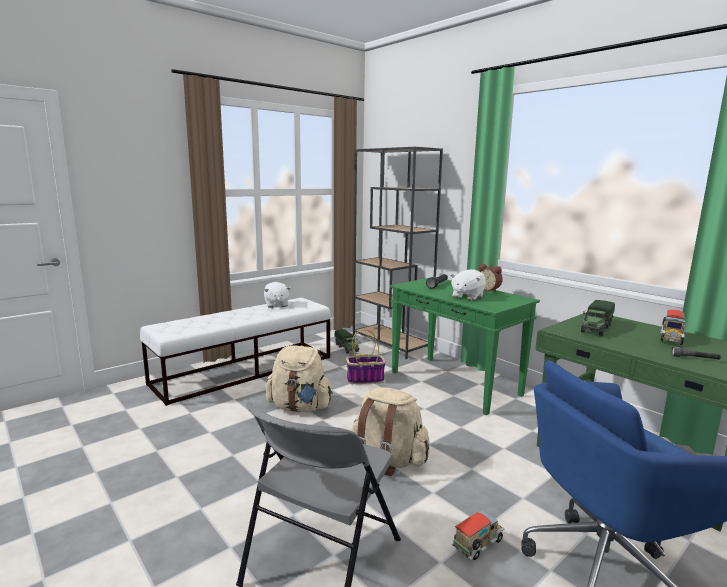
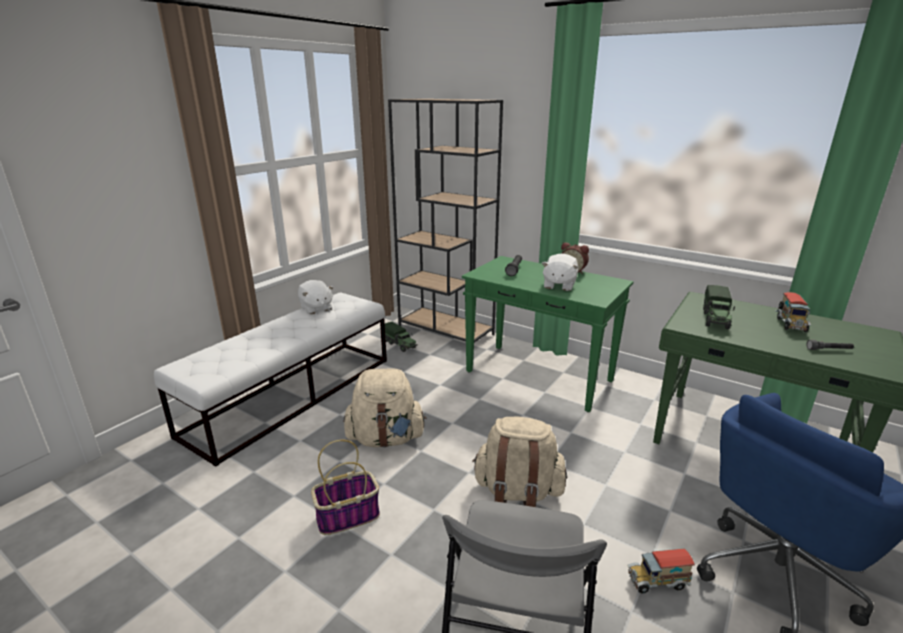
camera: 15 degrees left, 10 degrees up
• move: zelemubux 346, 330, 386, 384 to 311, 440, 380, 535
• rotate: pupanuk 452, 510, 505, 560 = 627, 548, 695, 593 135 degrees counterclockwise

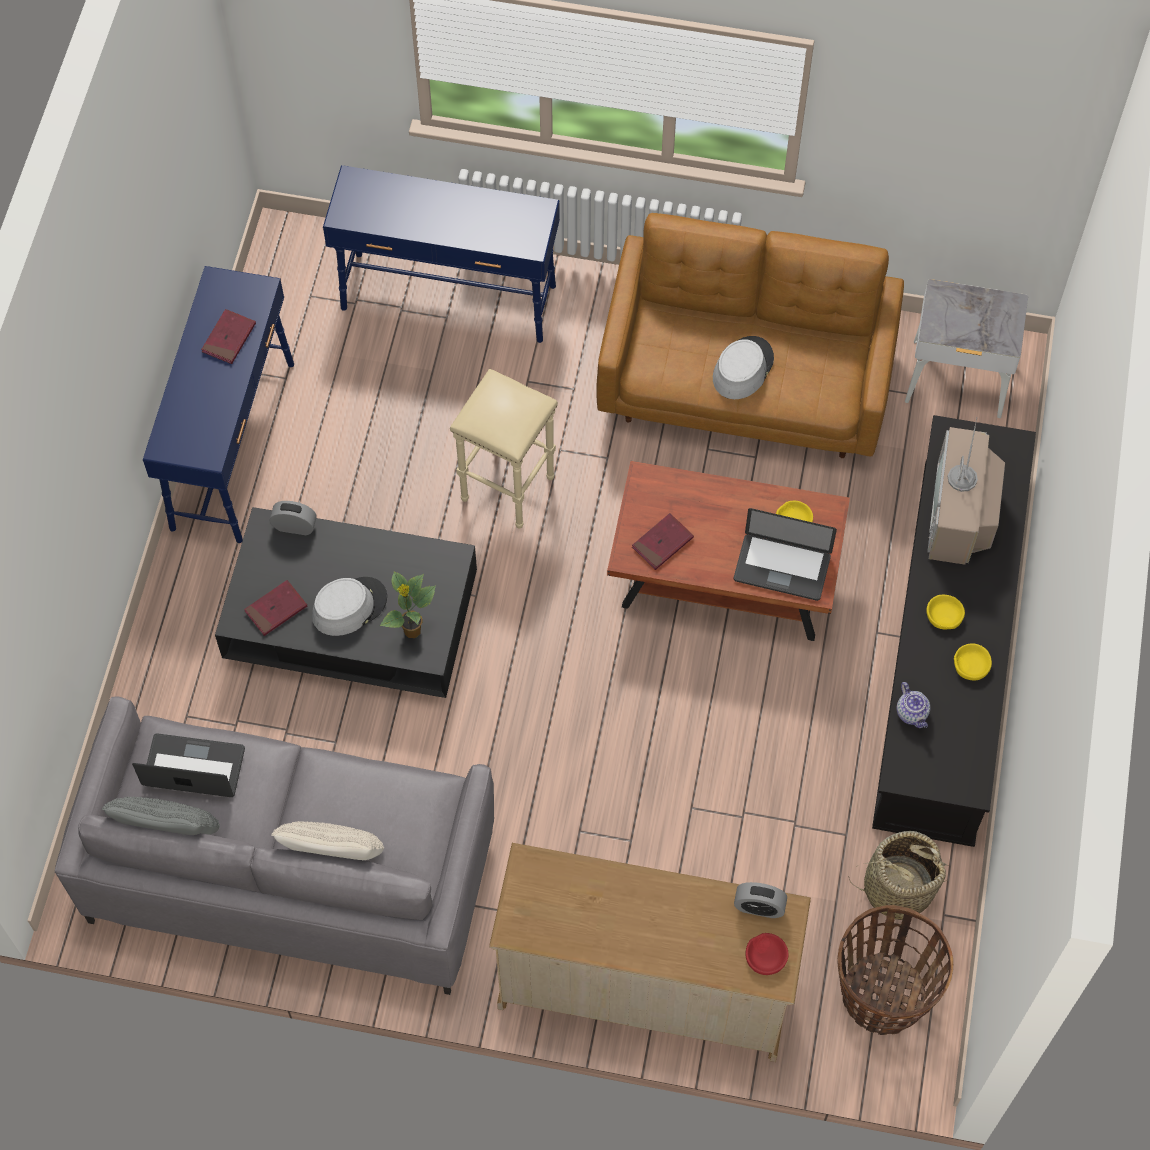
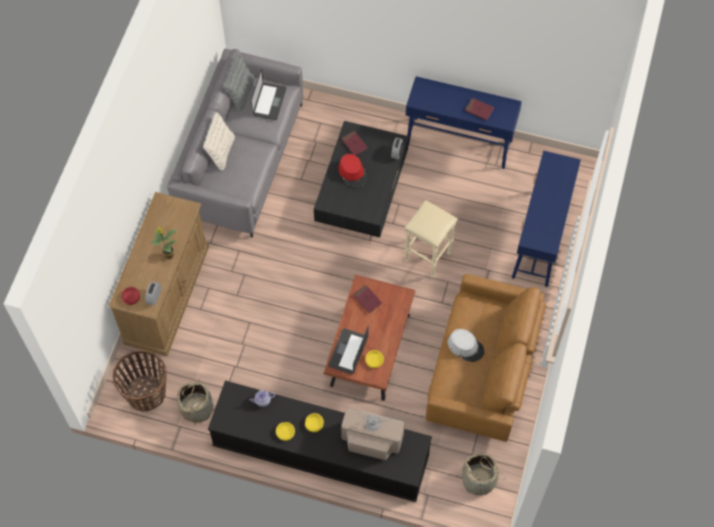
camera: 95 degrees right, 0 degrees up
• replace: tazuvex 905, 279, 1028, 418 to zelemubux 458, 453, 501, 495
• move: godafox 379, 571, 436, 638 to 151, 227, 178, 259
• recolor: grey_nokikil 312, 577, 387, 636 to red_nokikil 338, 154, 367, 187

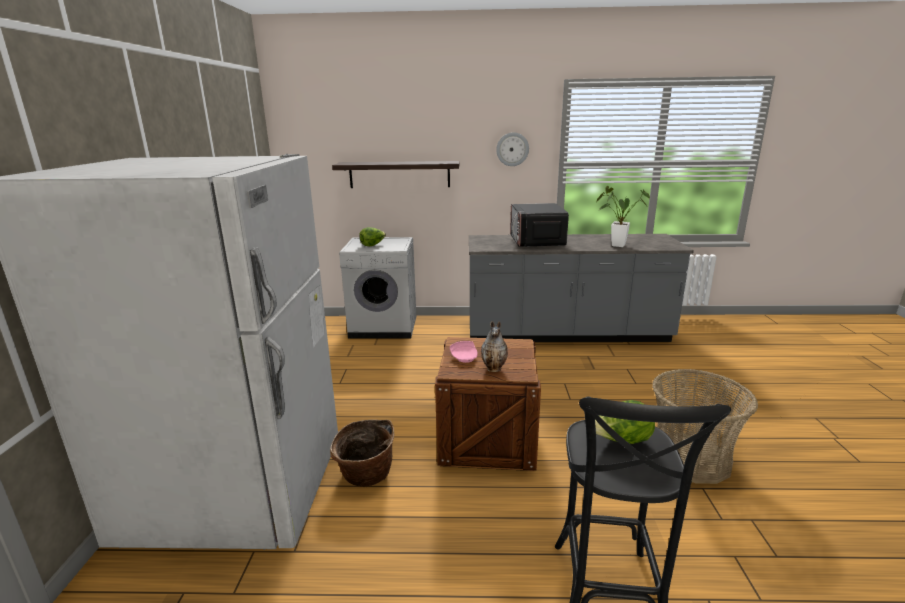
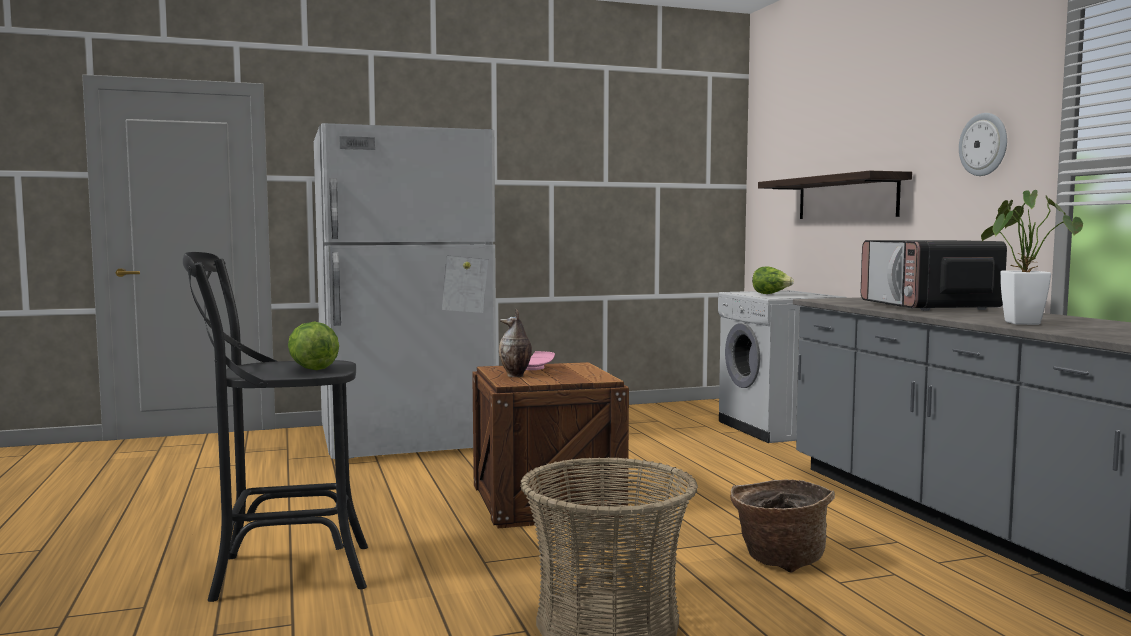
camera: 70 degrees right, 15 degrees down
• rotate: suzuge 510, 203, 569, 247 = 861, 240, 1007, 311 75 degrees counterclockwise
• move: zelemubux 330, 420, 395, 487 to 731, 479, 835, 573

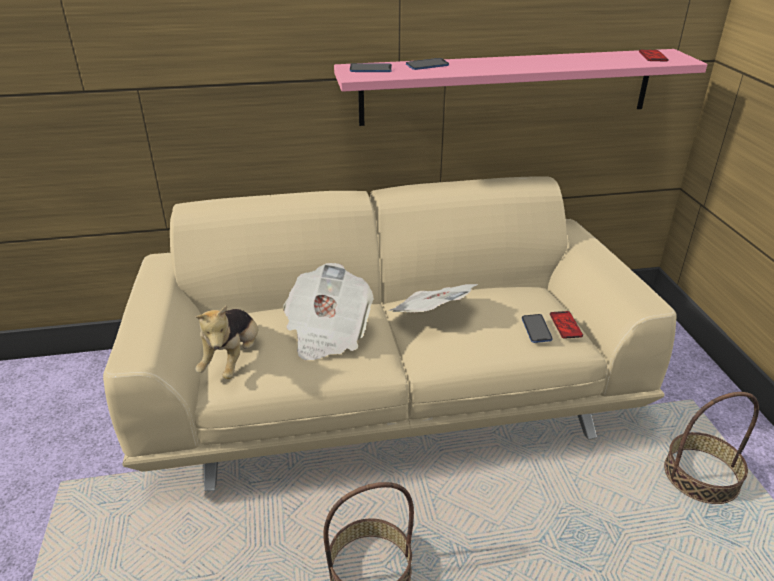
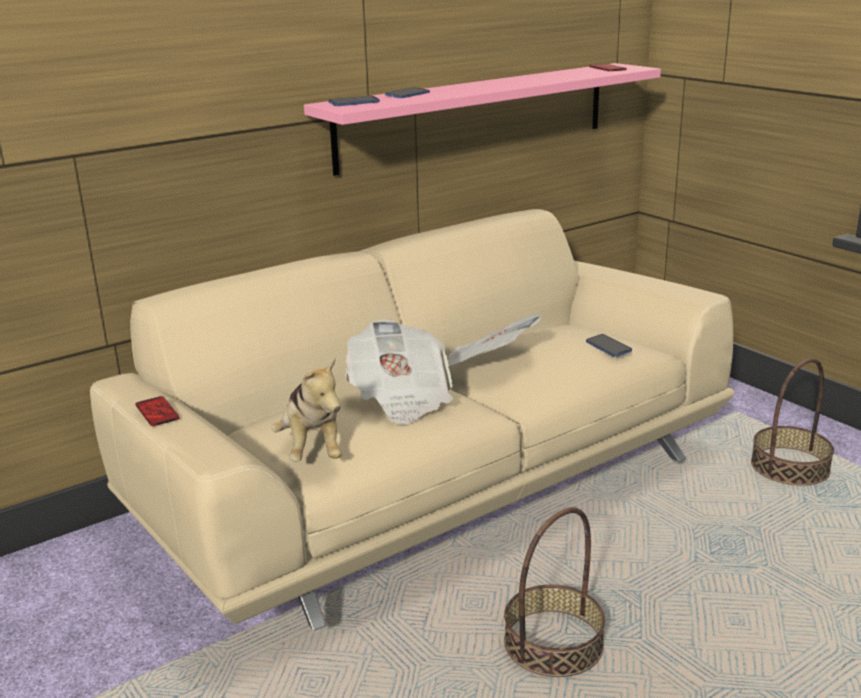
camera: 25 degrees left, 10 degrees down
• move: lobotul 550, 311, 583, 339 to 136, 396, 180, 426

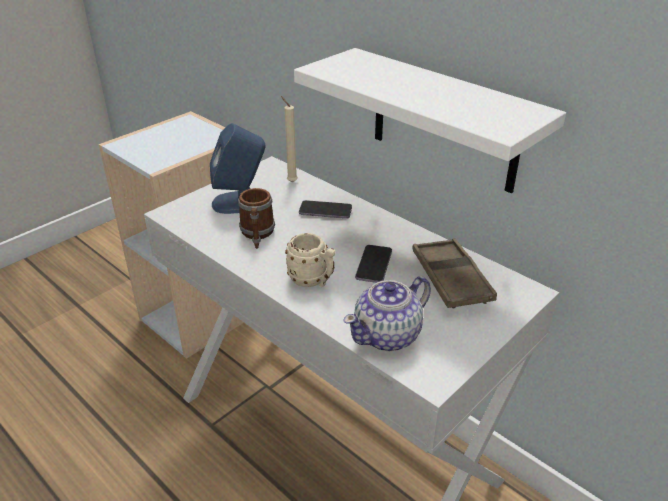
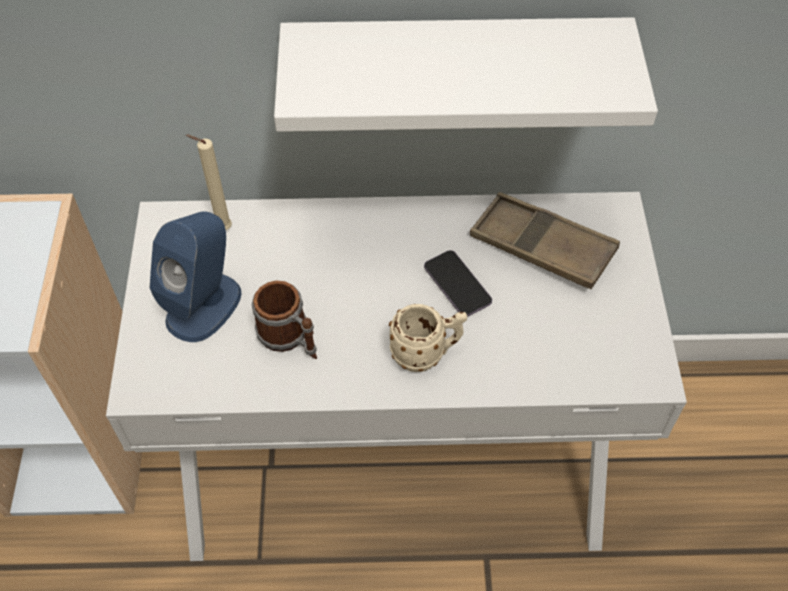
camera: 45 degrees left, 20 degrees up
• delete: lobotul 299, 200, 352, 219
• delete: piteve 343, 276, 431, 351

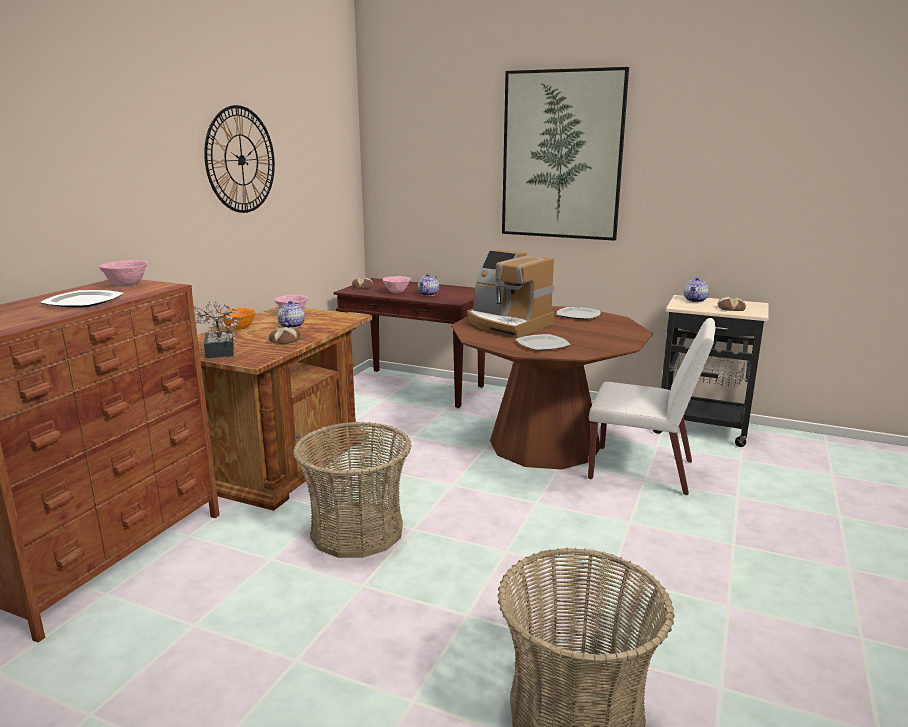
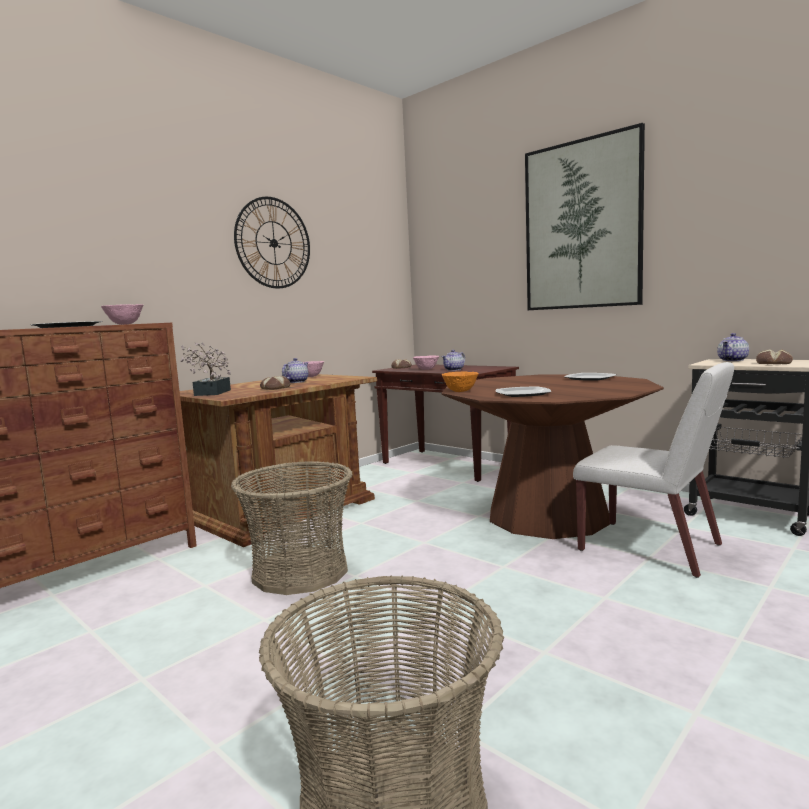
camera: 20 degrees right, 10 degrees down
• delete: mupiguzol 467, 250, 554, 338
• move: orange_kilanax 220, 308, 256, 330 to 442, 372, 479, 392

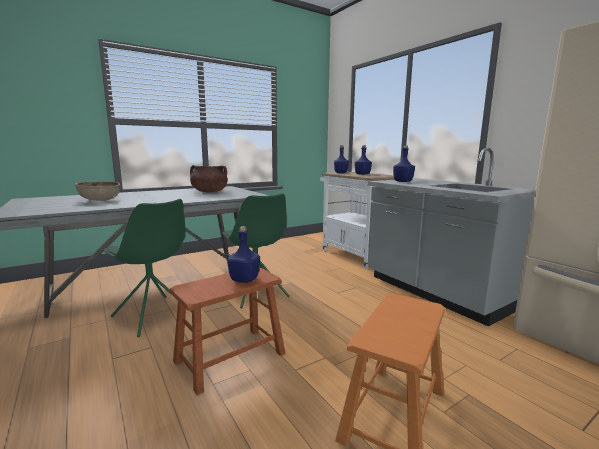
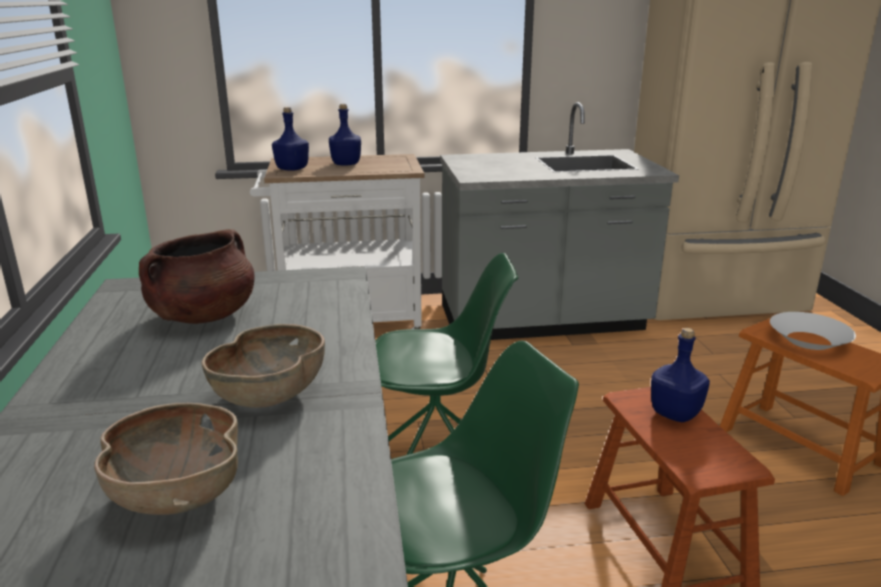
camera: 65 degrees left, 10 degrees up
• delete: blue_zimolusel 393, 145, 415, 182
• insert: white_kilanax 770, 312, 856, 350
• insert: brown_kilanax 202, 324, 325, 408

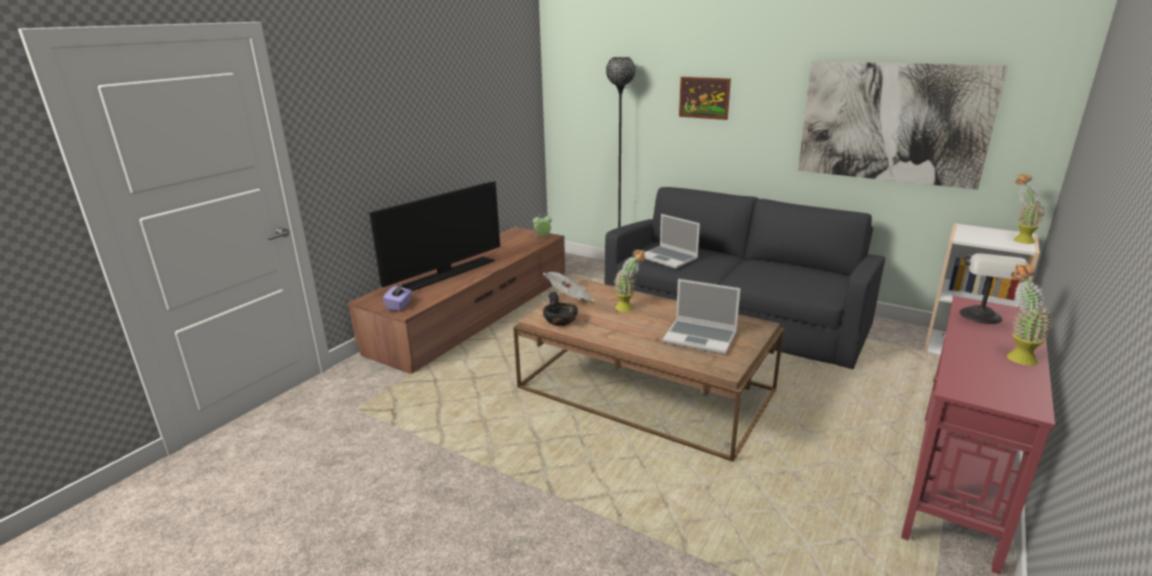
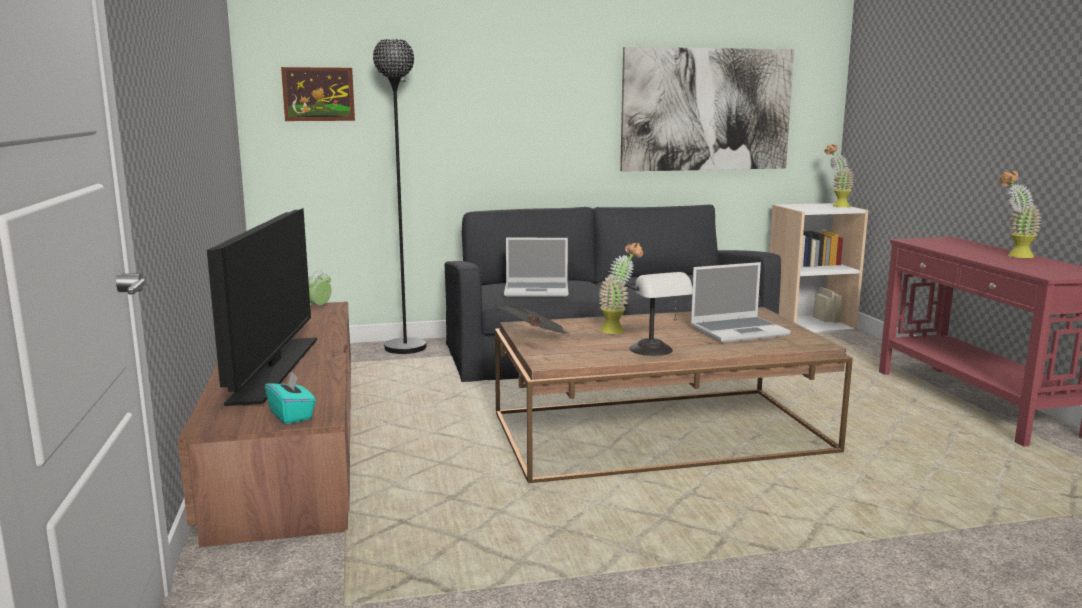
camera: 45 degrees left, 10 degrees down
• move: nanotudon 679, 77, 731, 120 to 281, 67, 355, 121
• move: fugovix 959, 253, 1029, 324 to 625, 272, 693, 356
• recolor: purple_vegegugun 383, 284, 412, 311 to turquoise_vegegugun 265, 371, 316, 424
• delete: black_kilanax 543, 292, 578, 326

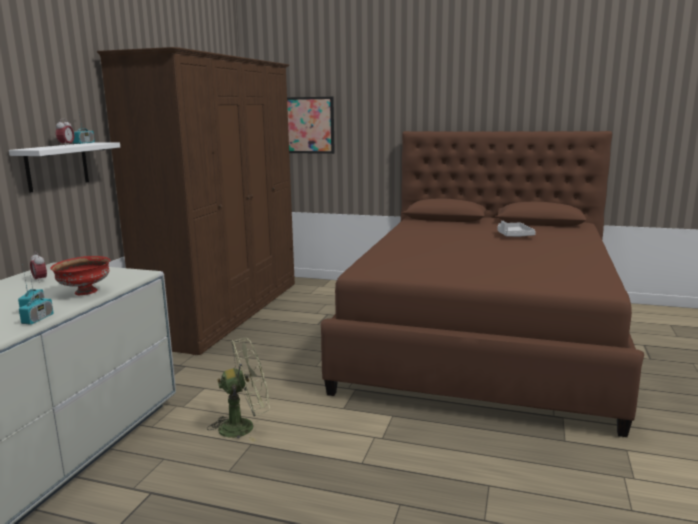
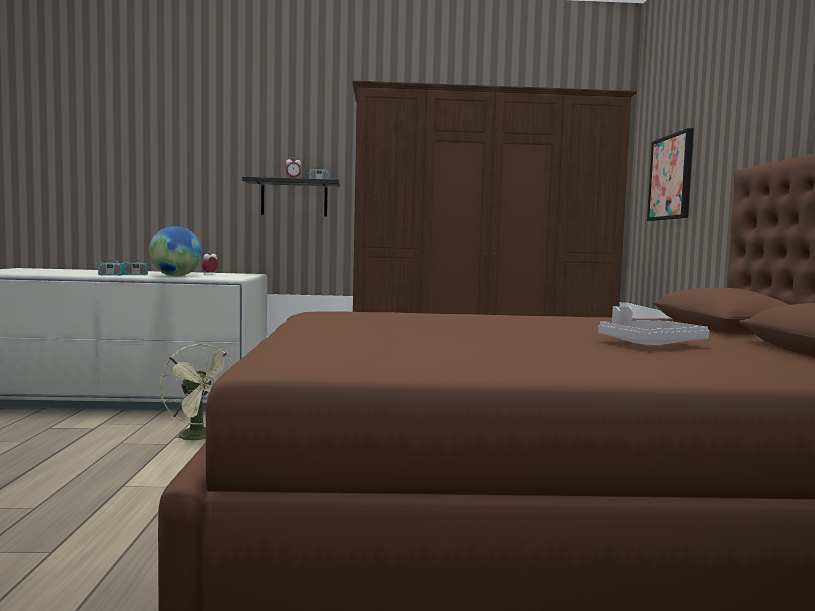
camera: 70 degrees right, 10 degrees down
• recolor: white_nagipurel 9, 142, 120, 193 to black_nagipurel 242, 177, 341, 217
• replace: red_kilanax 50, 256, 110, 295 to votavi 149, 226, 202, 276

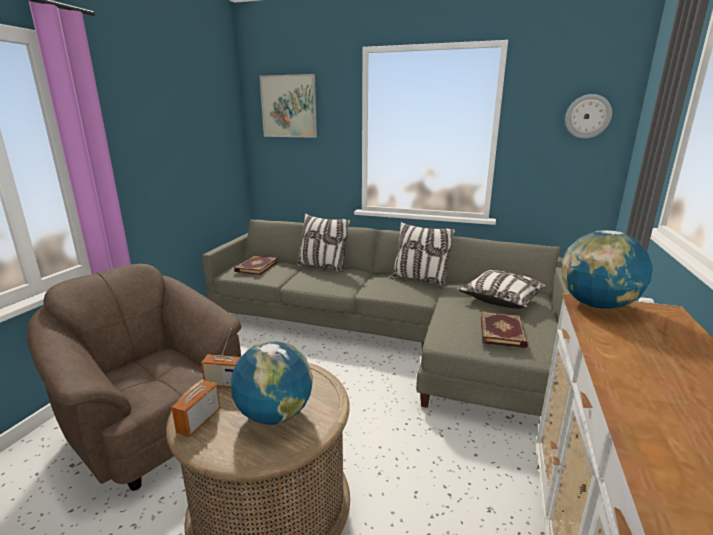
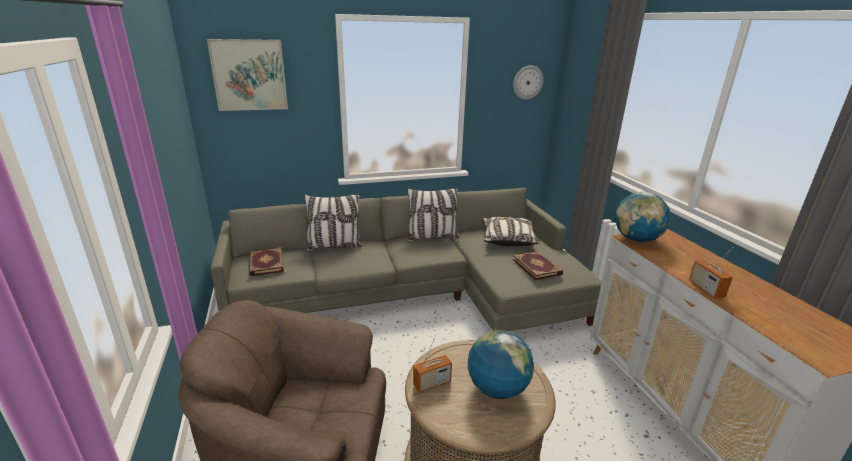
camera: 35 degrees left, 5 degrees up
• move: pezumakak 171, 370, 220, 437 to 689, 247, 733, 298

